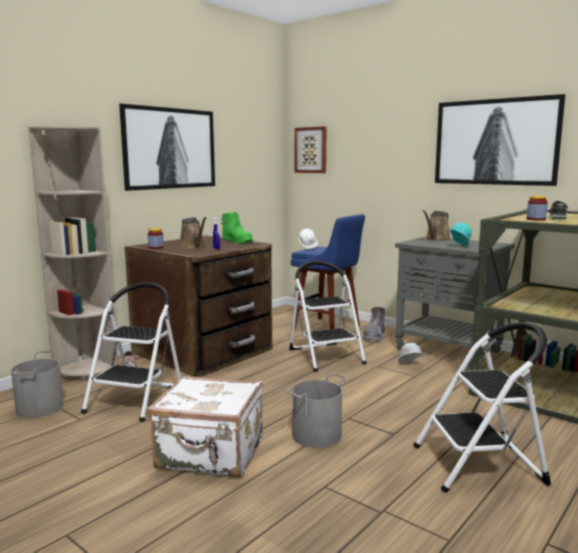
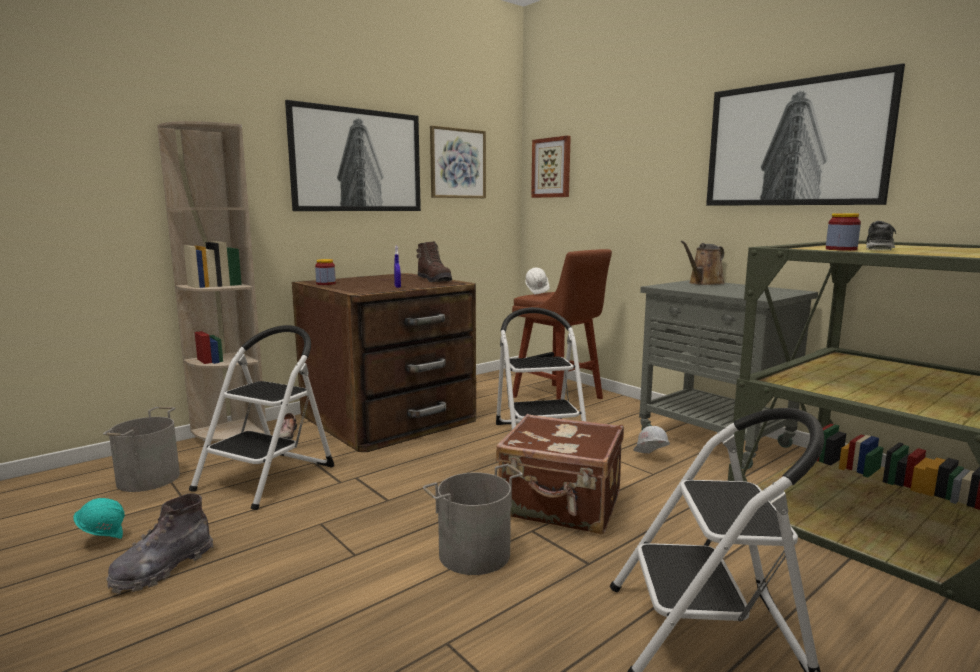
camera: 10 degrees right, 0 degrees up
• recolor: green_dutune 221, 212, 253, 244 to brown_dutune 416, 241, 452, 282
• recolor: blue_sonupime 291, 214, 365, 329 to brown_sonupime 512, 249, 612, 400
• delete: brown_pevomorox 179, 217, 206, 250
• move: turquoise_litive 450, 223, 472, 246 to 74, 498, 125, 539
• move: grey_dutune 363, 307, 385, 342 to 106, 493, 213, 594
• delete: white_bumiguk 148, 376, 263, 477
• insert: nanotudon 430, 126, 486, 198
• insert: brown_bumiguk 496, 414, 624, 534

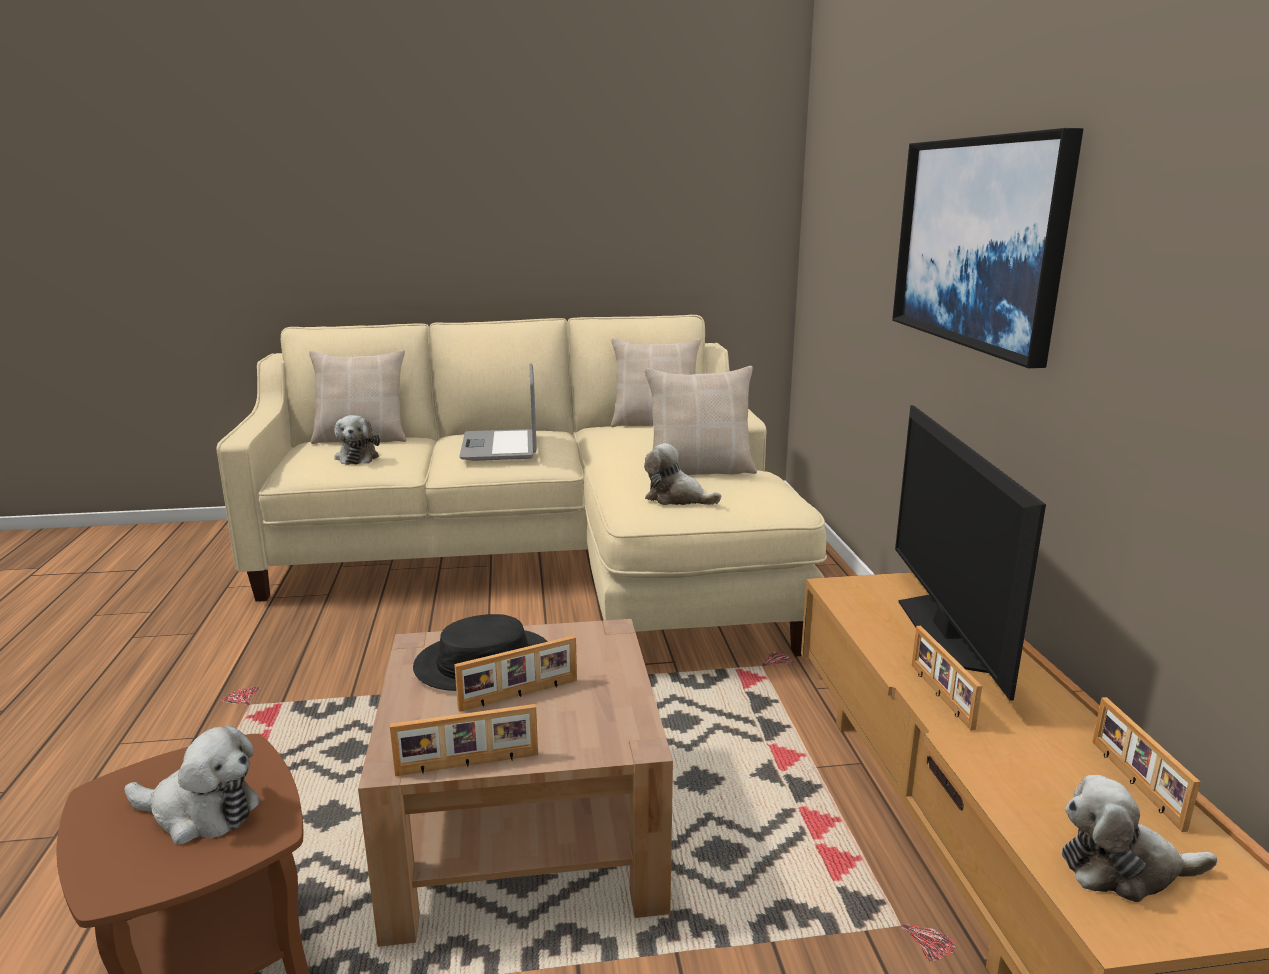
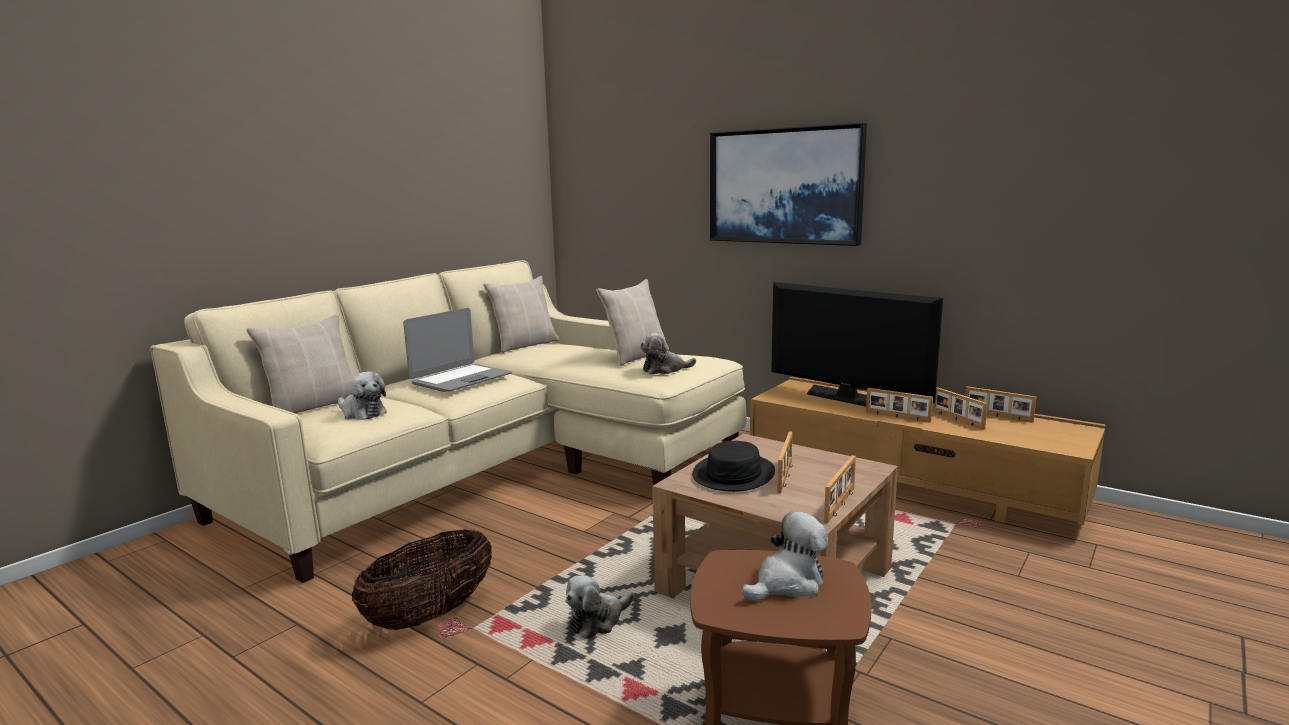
camera: 45 degrees left, 5 degrees down
• rotate: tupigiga 459, 363, 537, 461 = 403, 308, 512, 392 90 degrees counterclockwise
• move: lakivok 1062, 775, 1217, 902 to 566, 575, 634, 639
• insert: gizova 932, 387, 988, 429
• insert: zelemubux 352, 529, 492, 630

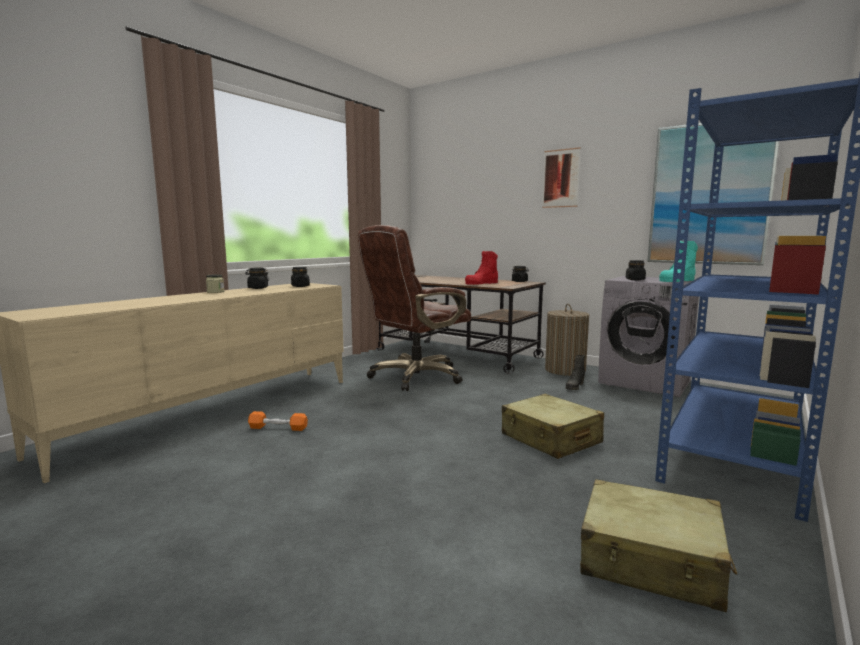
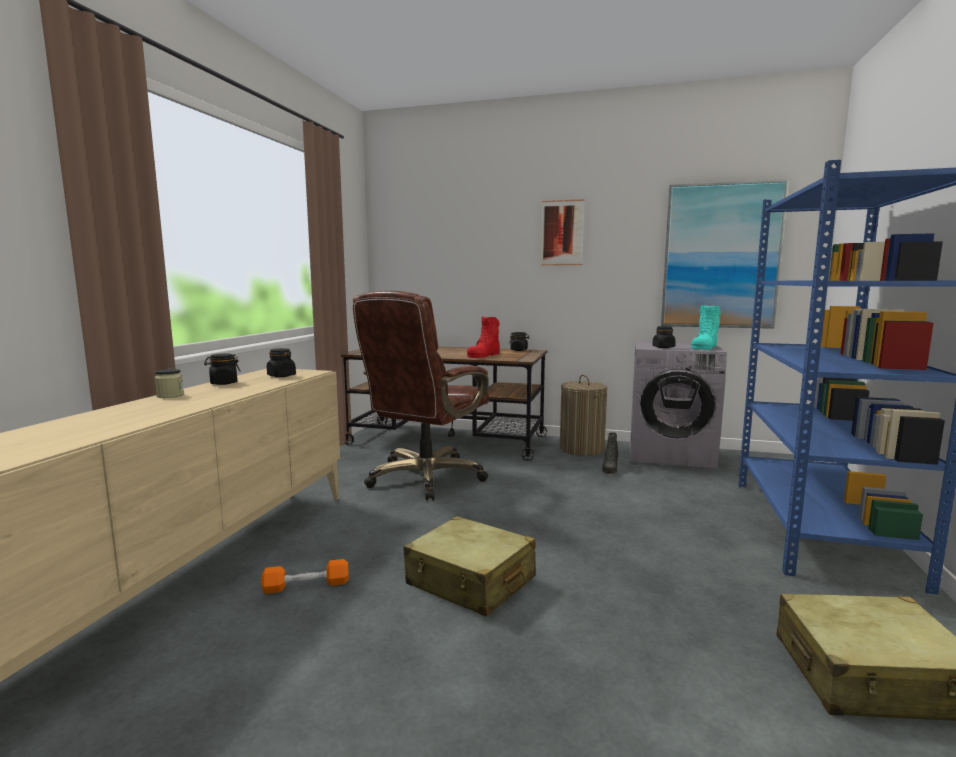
camera: 20 degrees left, 0 degrees up
• move: beige_bumiguk 502, 394, 604, 459 to 404, 516, 536, 617

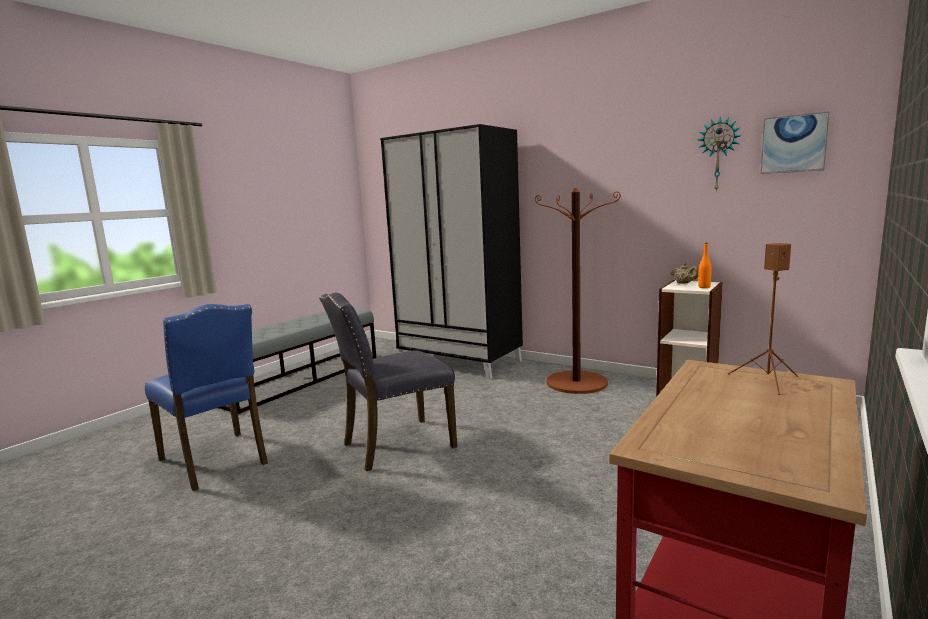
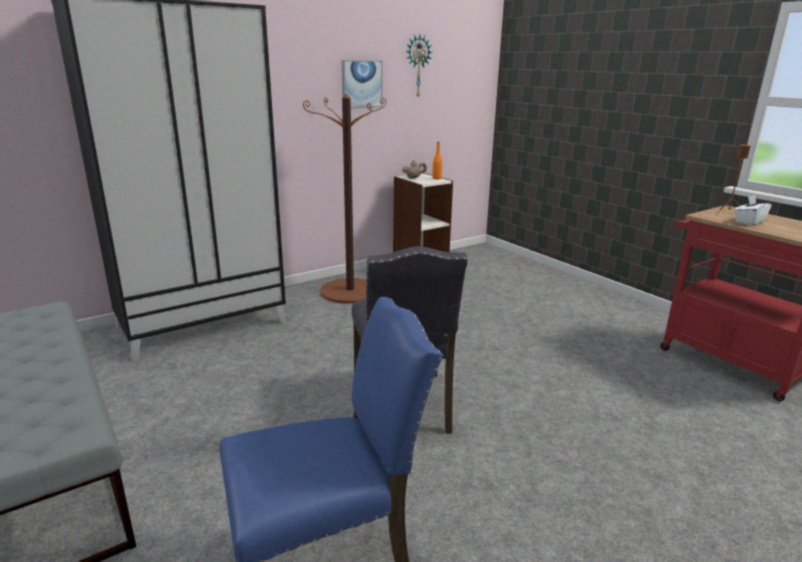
camera: 70 degrees left, 10 degrees up
• move: nanotudon 760, 111, 830, 174 to 342, 60, 383, 109
• insert: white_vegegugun 734, 195, 771, 226

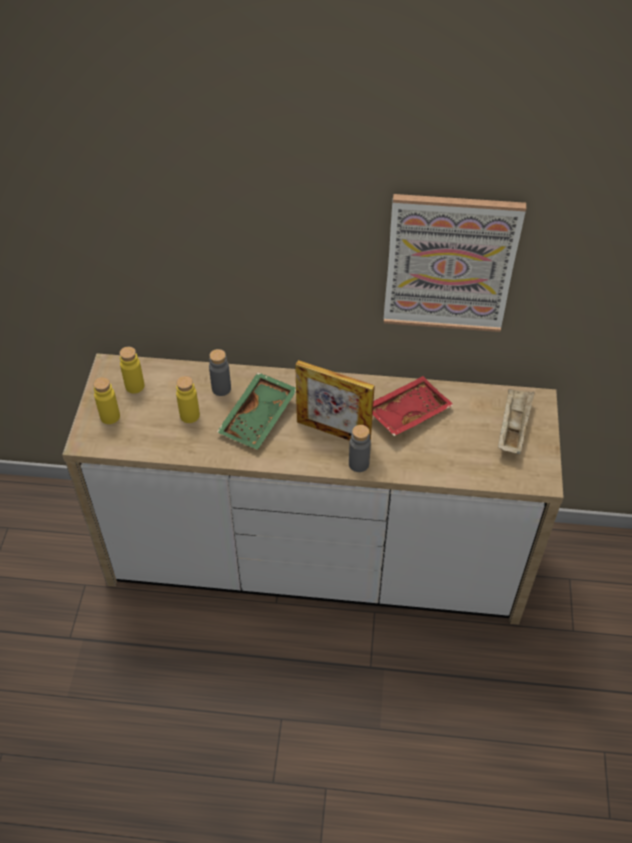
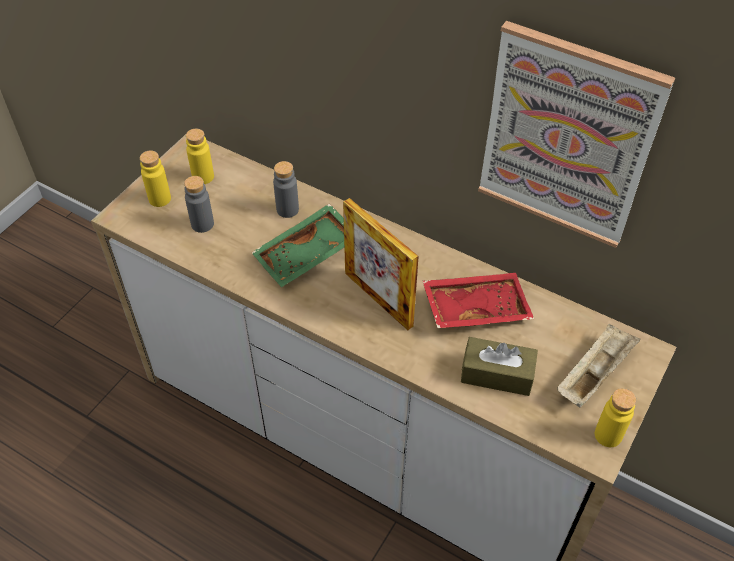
camera: 25 degrees right, 0 degrees up
• move: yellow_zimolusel 176, 376, 200, 423 to 595, 388, 636, 447
• move: grey_zimolusel 349, 425, 371, 472 to 184, 176, 214, 233
• insert: brown_vegegugun 461, 337, 538, 396

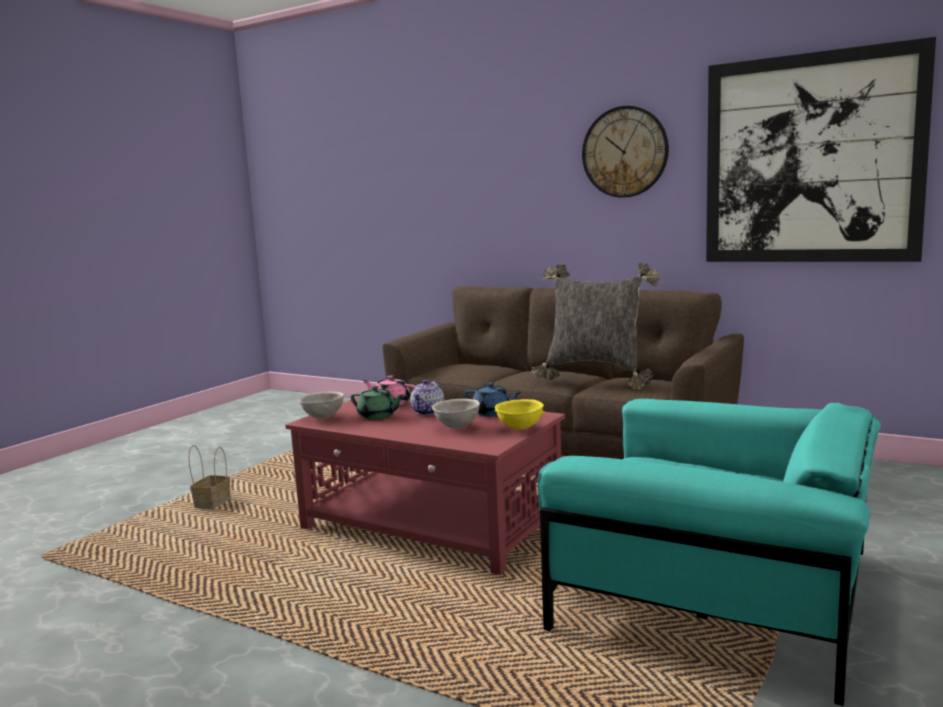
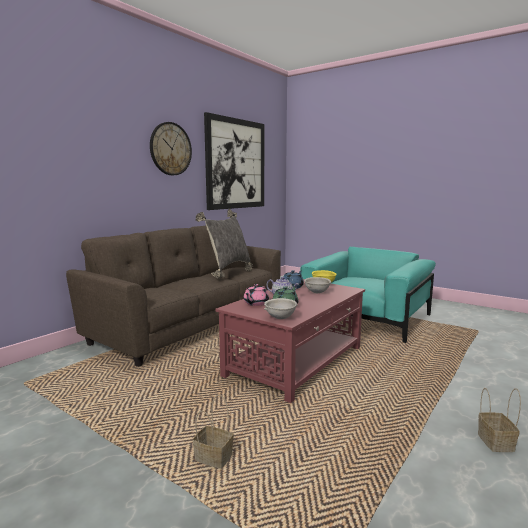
camera: 85 degrees left, 0 degrees up
• insert: zelemubux 478, 388, 521, 452

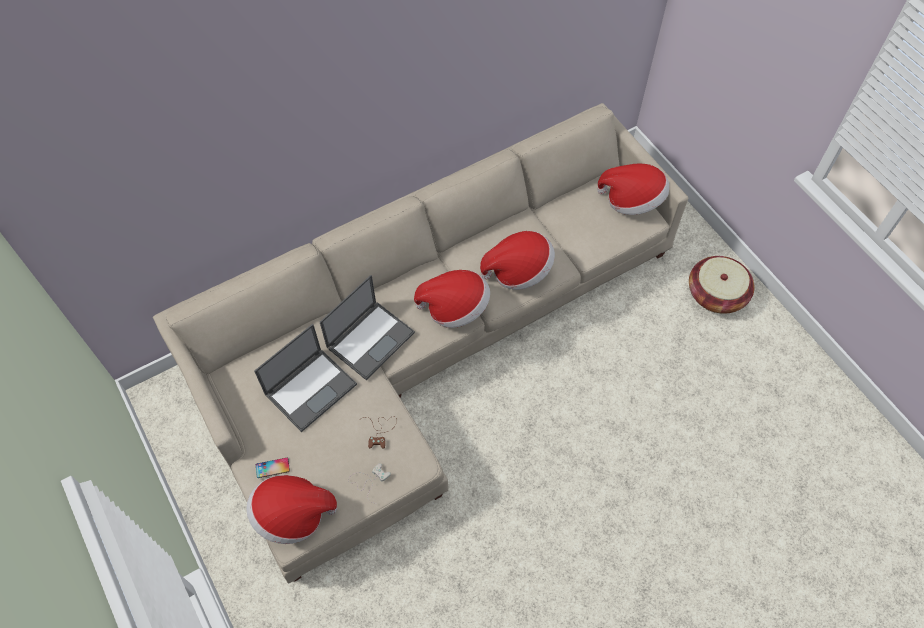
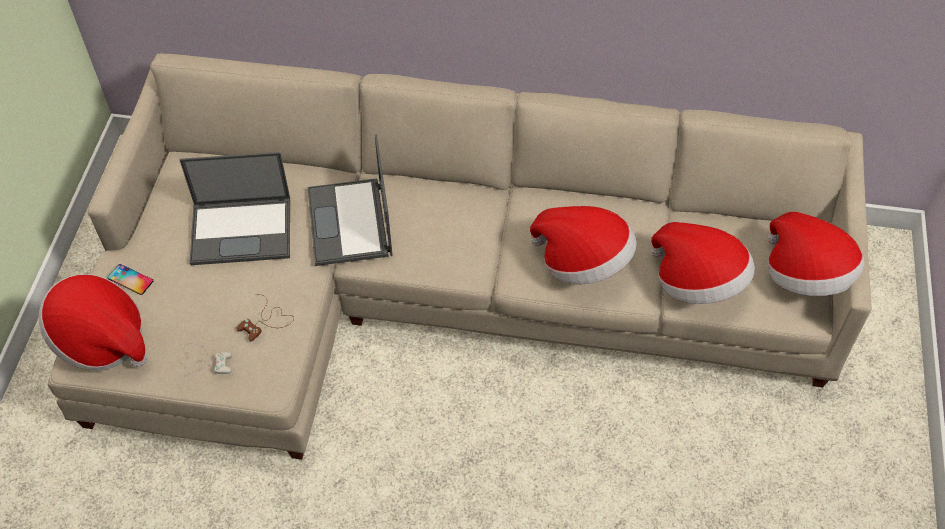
camera: 40 degrees right, 5 degrees down
• delete: zelemubux 689, 256, 754, 314
• move: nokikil 414, 270, 490, 328 to 651, 222, 755, 304
• rotate: tupigiga 320, 275, 415, 380 = 308, 134, 393, 266 90 degrees clockwise

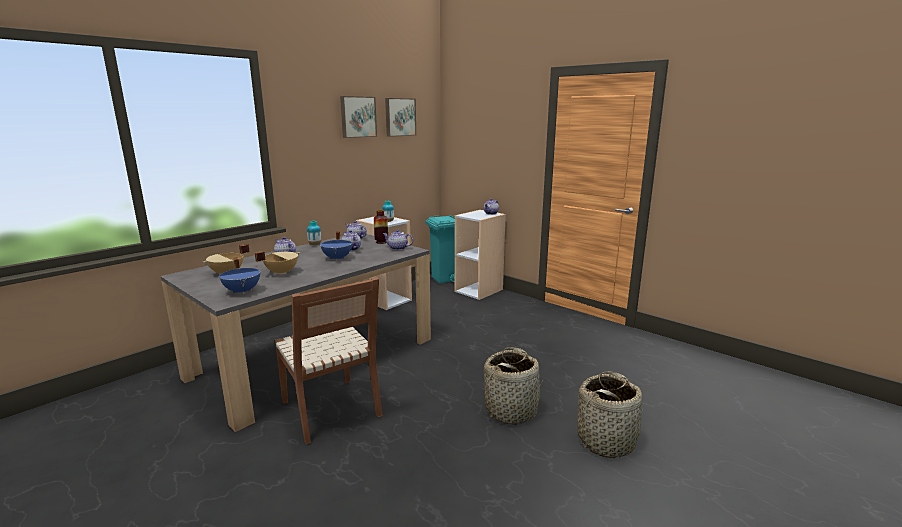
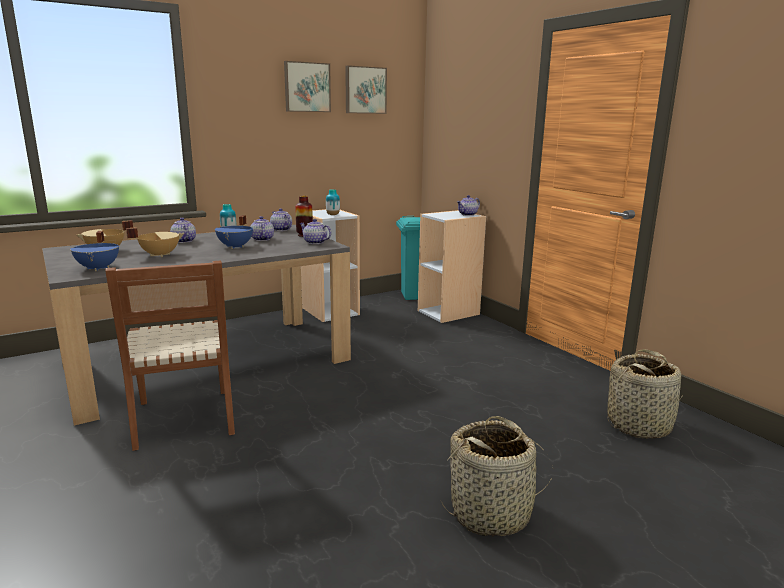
camera: 15 degrees right, 0 degrees up
• move: zelemubux 484, 347, 543, 425 to 607, 349, 683, 439

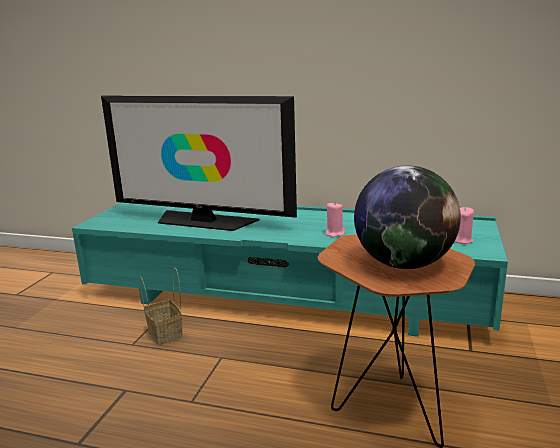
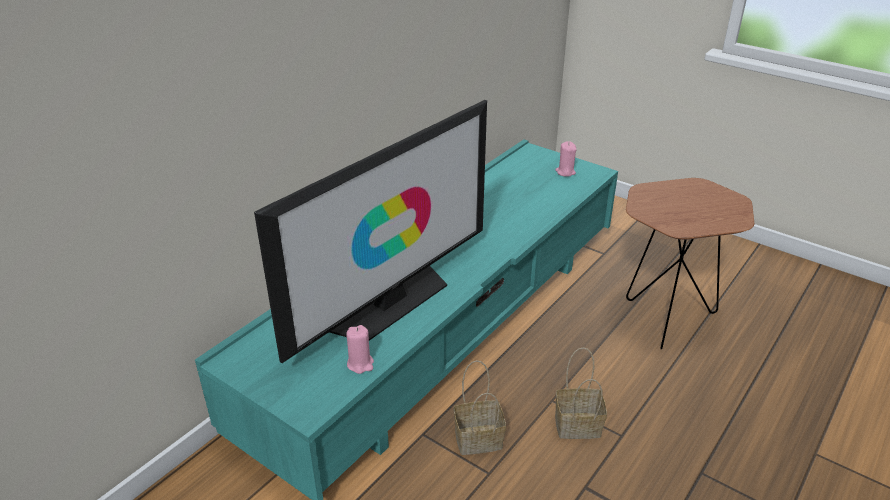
camera: 70 degrees left, 15 degrees up
• delete: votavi 354, 166, 461, 269
• move: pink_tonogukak 325, 203, 345, 238 to 346, 325, 374, 374
• insert: zelemubux 555, 347, 607, 439

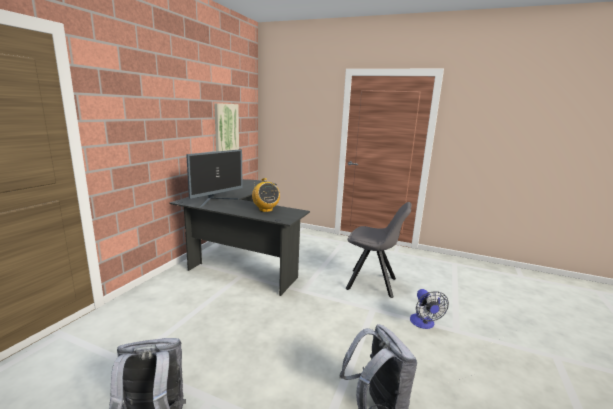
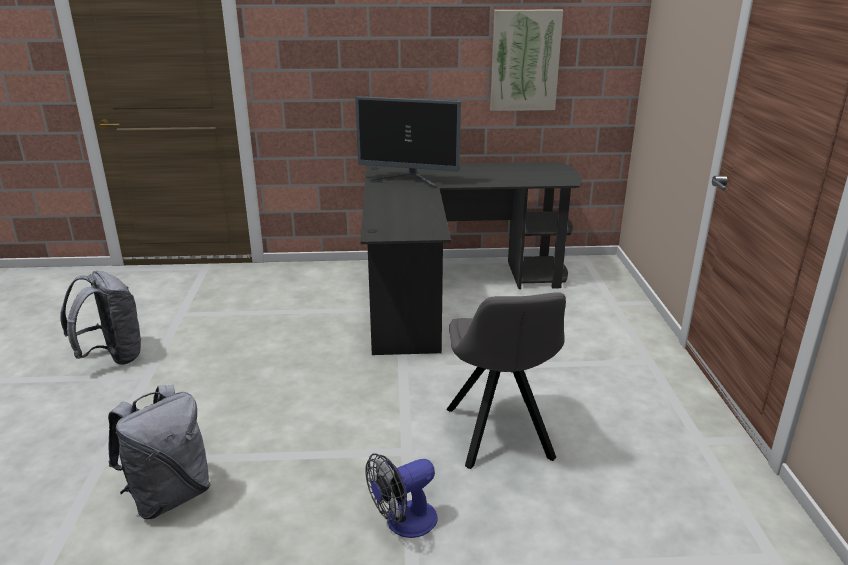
camera: 65 degrees right, 10 degrees up
• delete: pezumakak 252, 178, 280, 212

